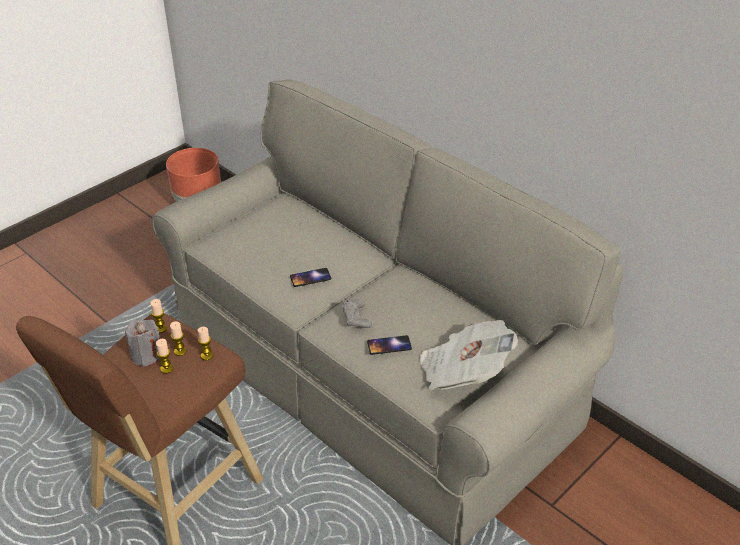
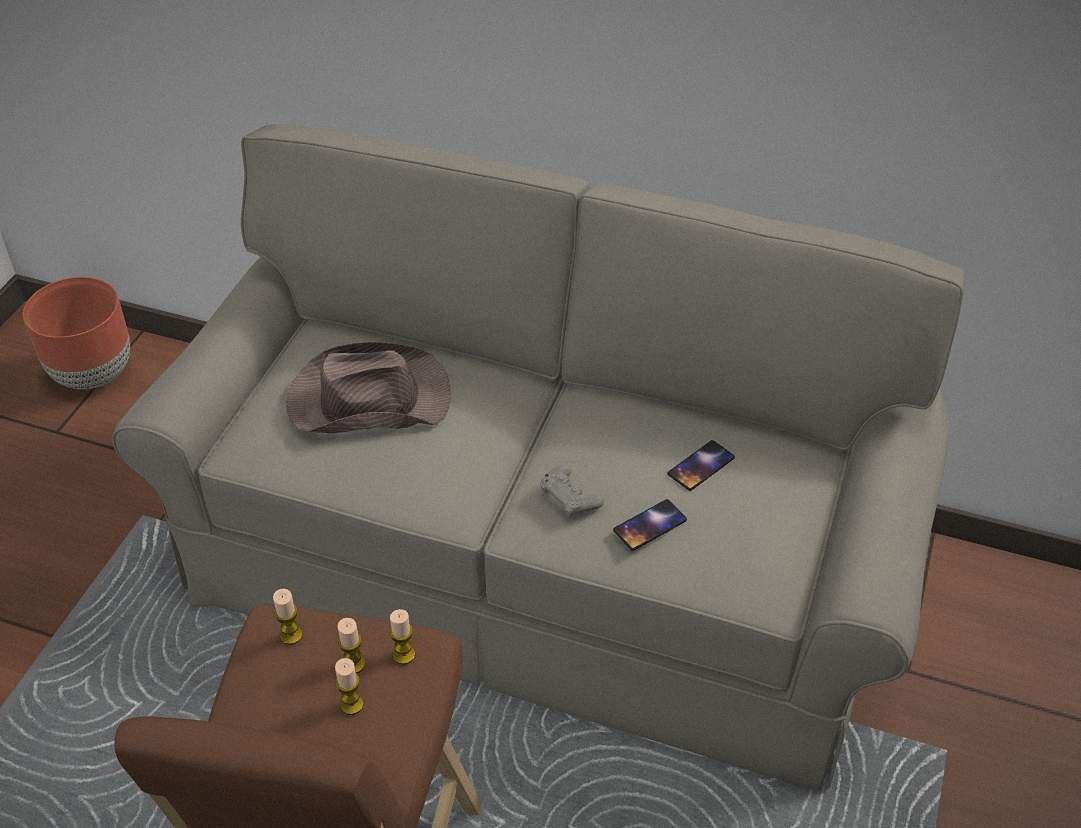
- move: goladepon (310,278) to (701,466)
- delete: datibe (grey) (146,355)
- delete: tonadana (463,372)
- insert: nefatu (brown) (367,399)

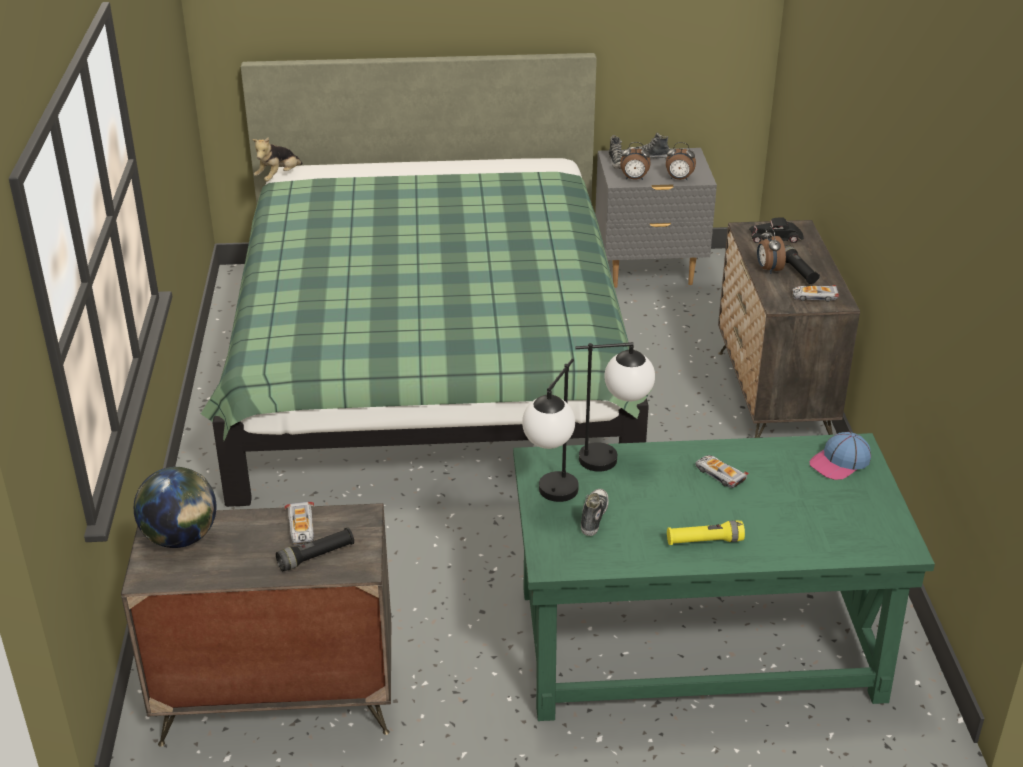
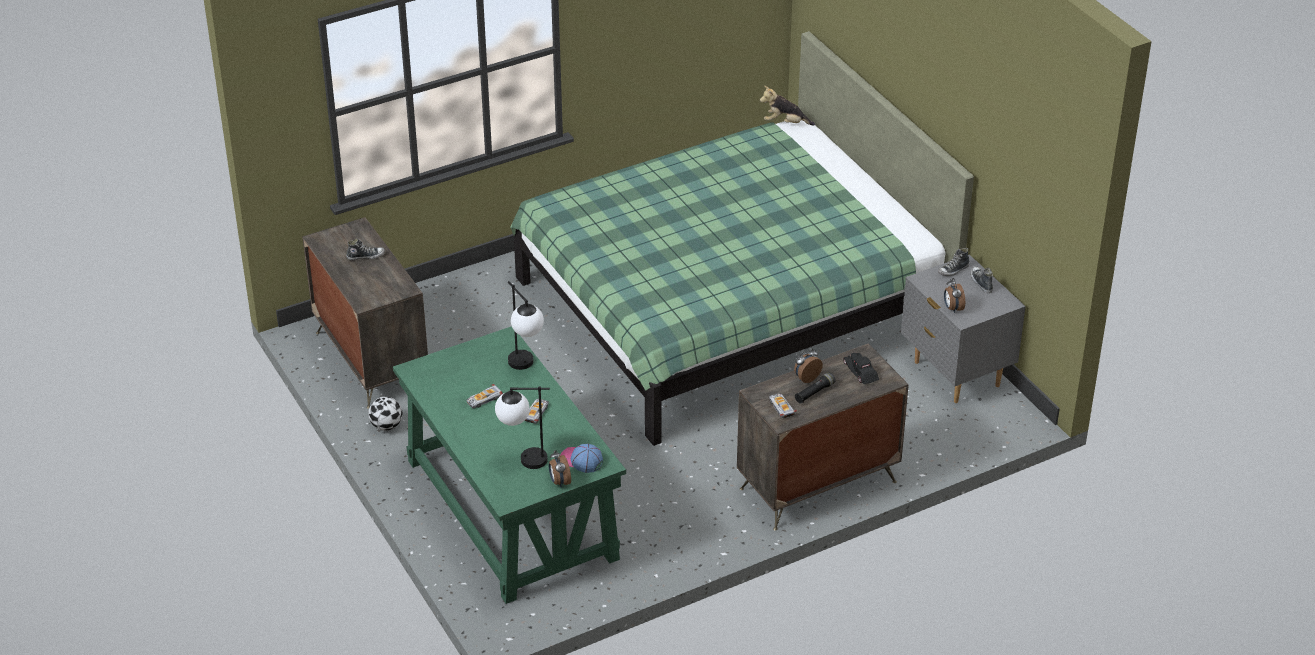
- move: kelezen (634,179) to (559,482)
- move: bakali (552,499) to (522,460)
- delete: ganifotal (181,538)
- move: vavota (593,516) to (366,256)
- move: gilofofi (301,528) to (484,399)
- delete: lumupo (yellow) (704,541)
- delete: lumupo (black) (316,556)
- insert: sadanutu (386,426)

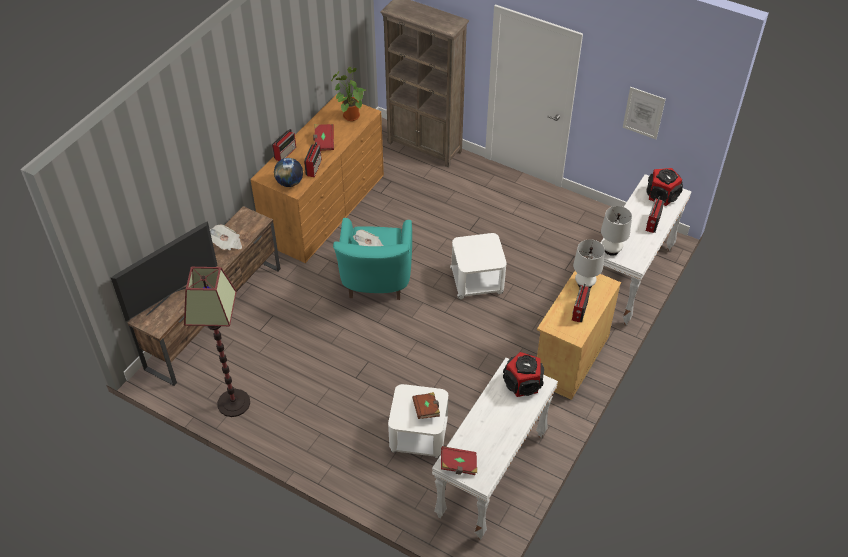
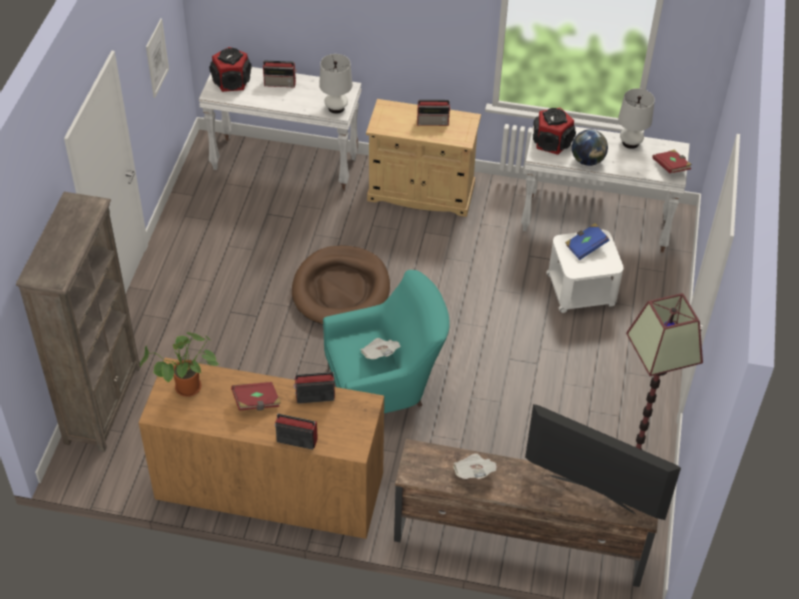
- move: ganifotal (289,183) to (587,160)
- replace: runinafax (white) (477,280) to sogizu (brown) (341,290)
- move: bakali (white) (584,284) to (630,142)
- recolor: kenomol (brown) (426,409) to kenomol (blue) (585,246)

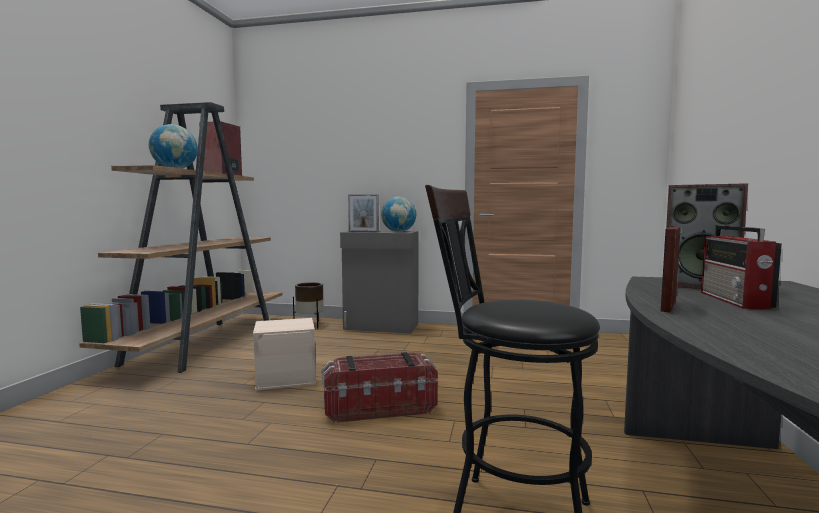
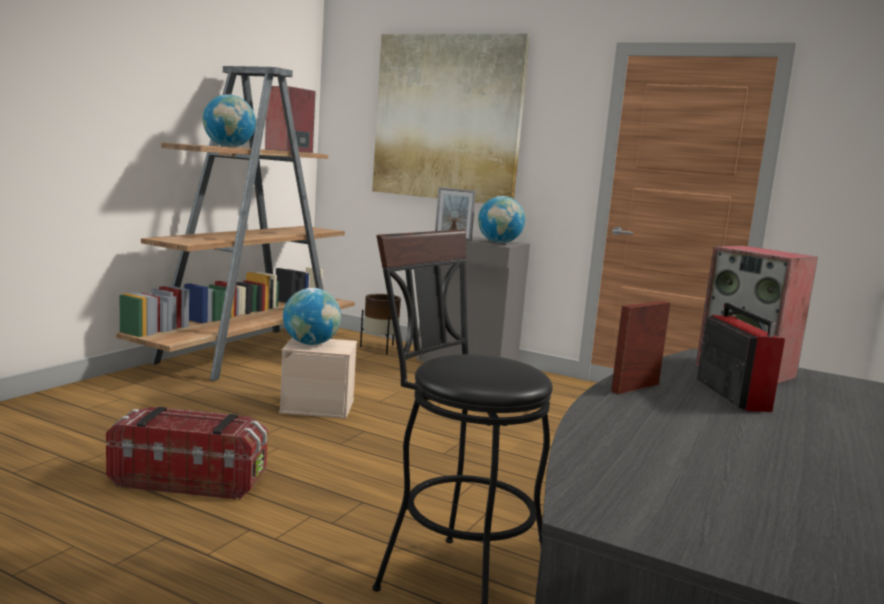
- rotate: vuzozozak (735,300) = (731,394) 150 degrees clockwise
- move: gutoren (379,408) to (190,480)
- insert: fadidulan (447,118)
- insert: ganifotal (311,343)

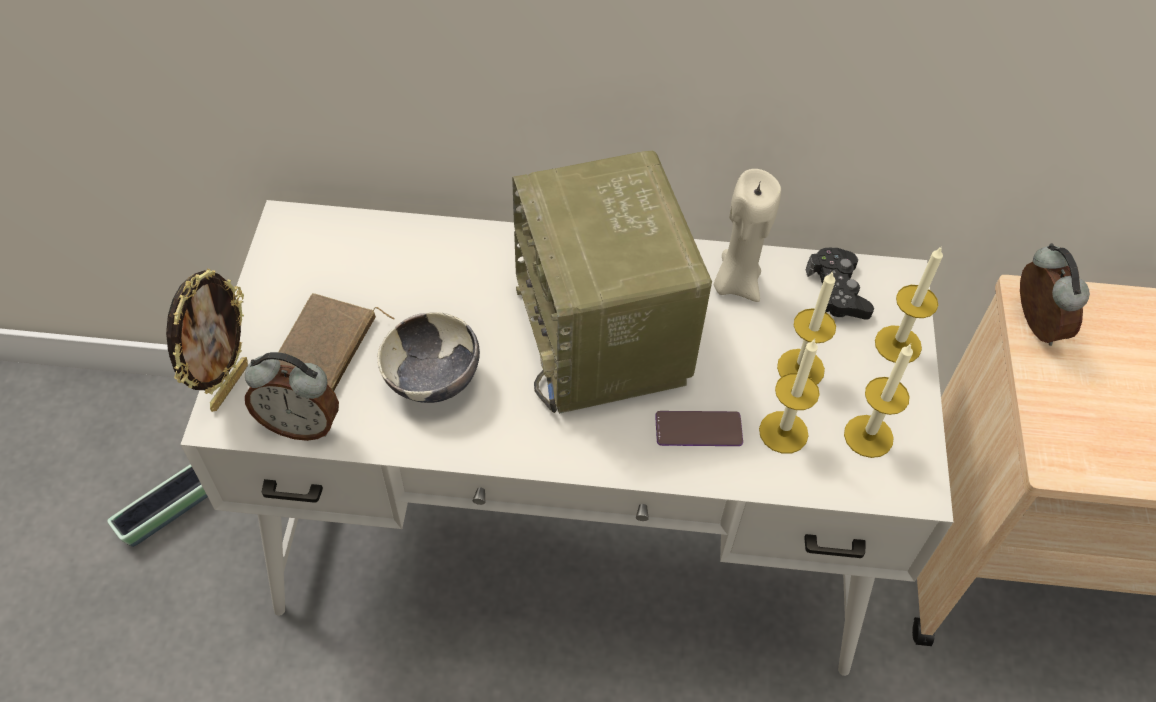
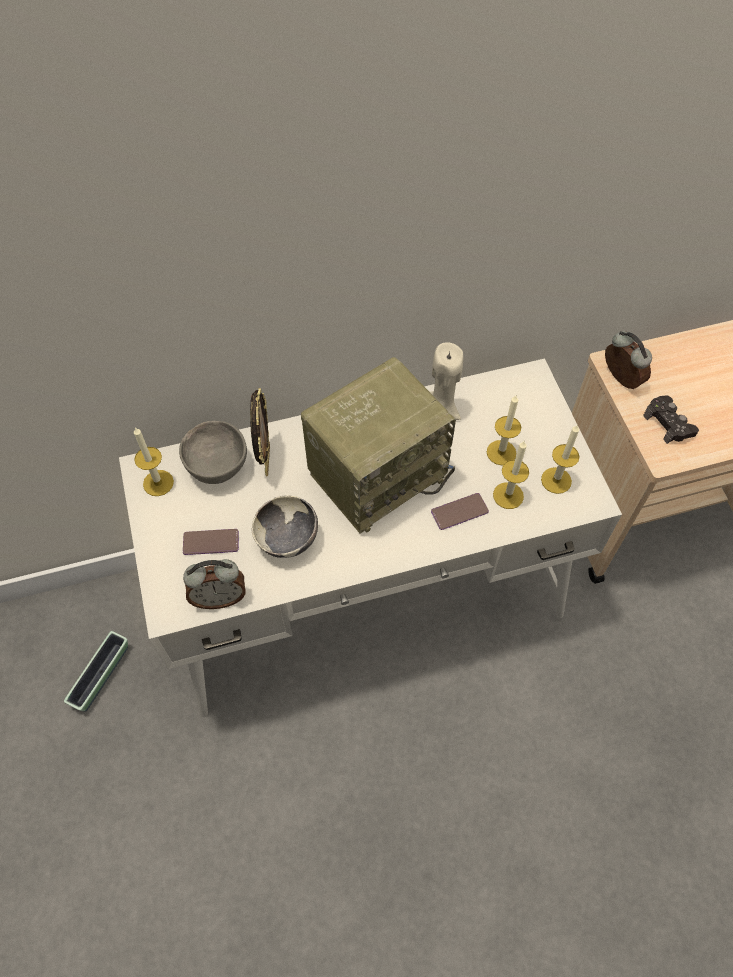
- rotate: vuzozozak (604,335) = (378,473) 90 degrees counterclockwise
- move: datibe (898,344) to (158,483)
- move: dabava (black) (837,291) to (668,423)
- move: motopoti (228,386) to (266,460)
- replace: kenomol (brown) (327,348) to goladepon (211,542)
- insert: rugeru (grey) (218,465)

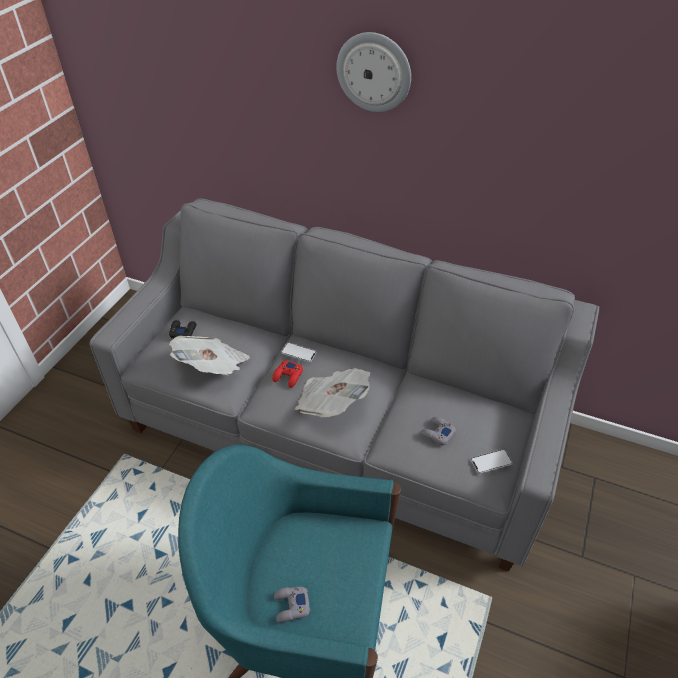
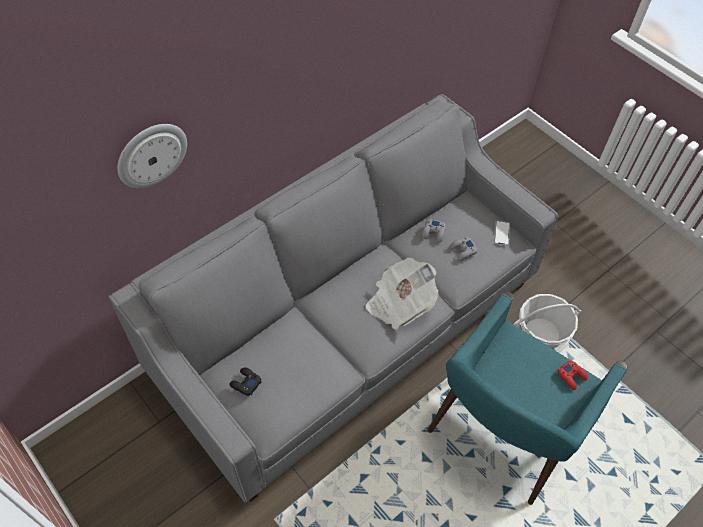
- move: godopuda (374,72) to (151,154)
- delete: tonadana (213,367)
- delete: goladepon (298,353)
- move: dabava (red) (288,376) to (571,376)
- move: dabava (grey) (291,606) to (433,233)
- insert: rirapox (541,334)

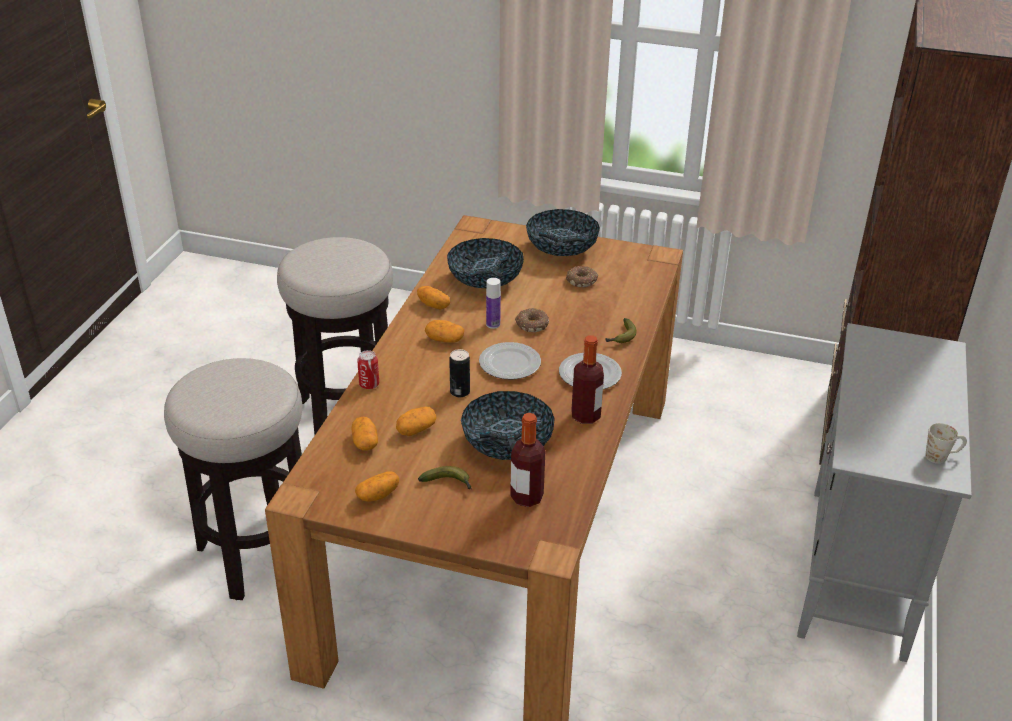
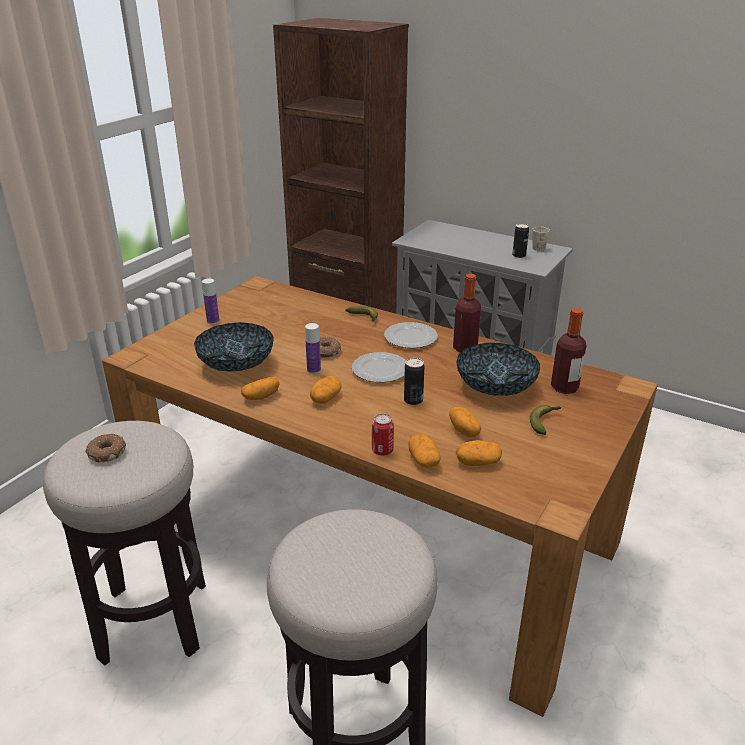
- replace: rugeru (561,249) to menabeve (213,321)
- move: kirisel (582,281) to (107,452)
- move: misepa (378,495) to (423,460)
- insert: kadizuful (519,255)

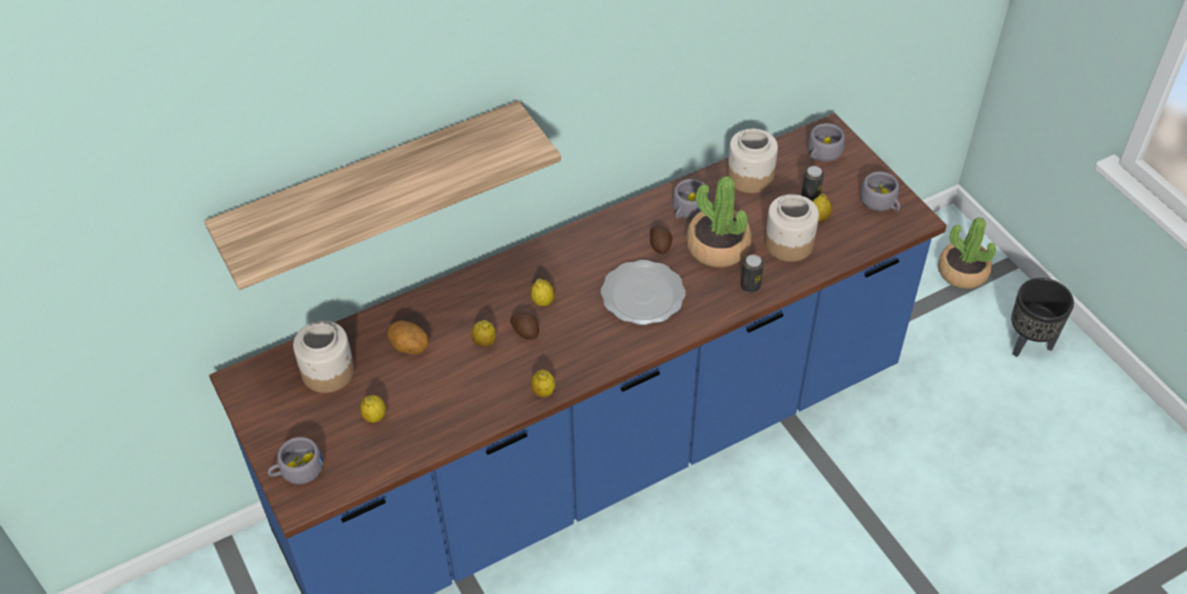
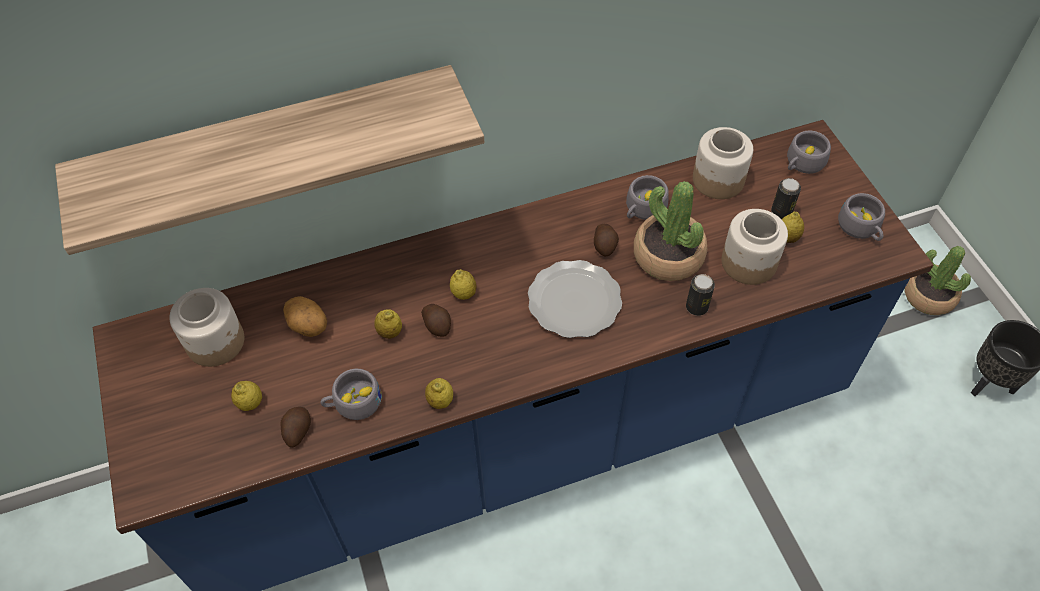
- move: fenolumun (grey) (297,470) to (353,403)
- insert: misepa (297,430)

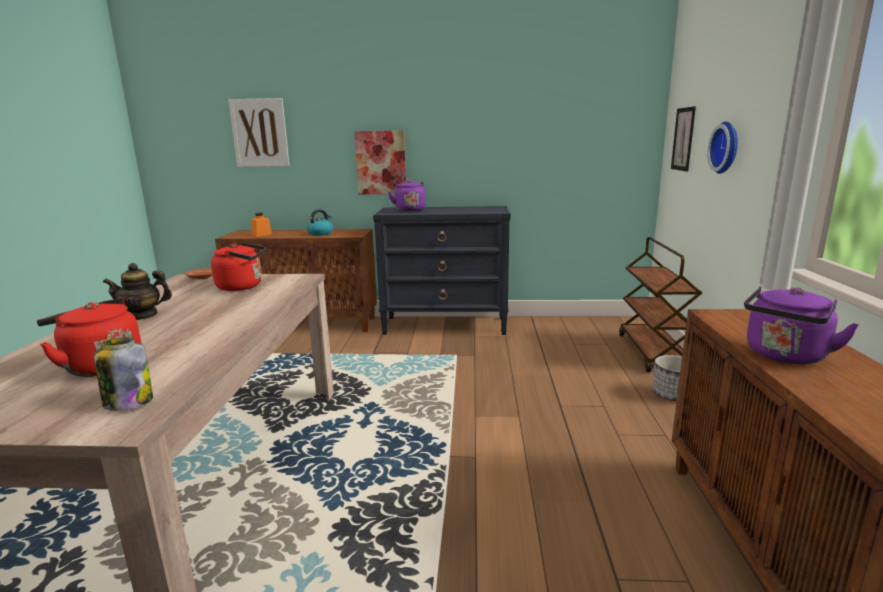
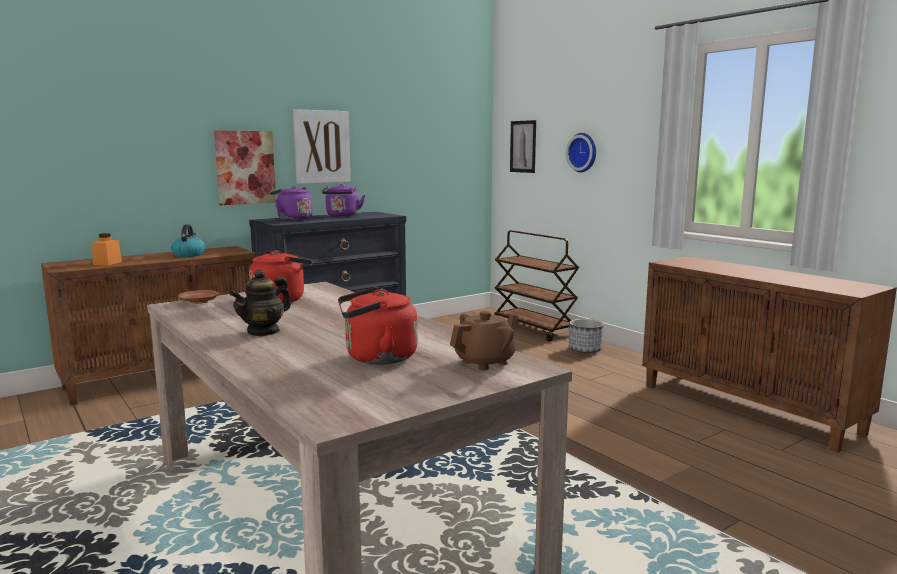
- move: fadidulan (259,133) to (322,147)
- move: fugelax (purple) (784,356) to (342,216)
- replace: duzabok (128,402) to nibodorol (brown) (485,362)

